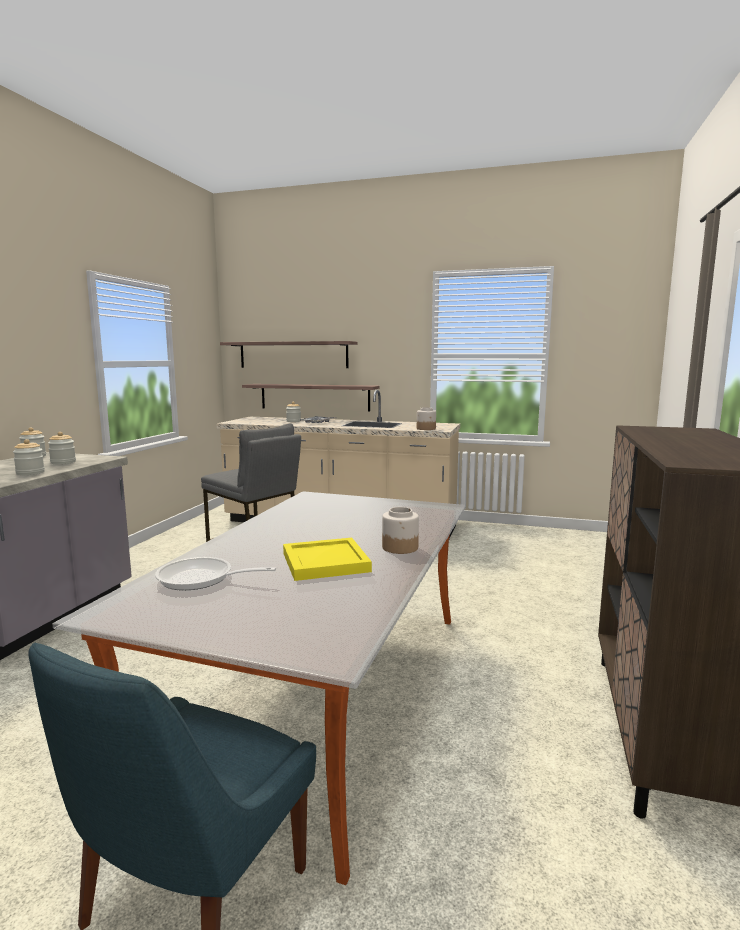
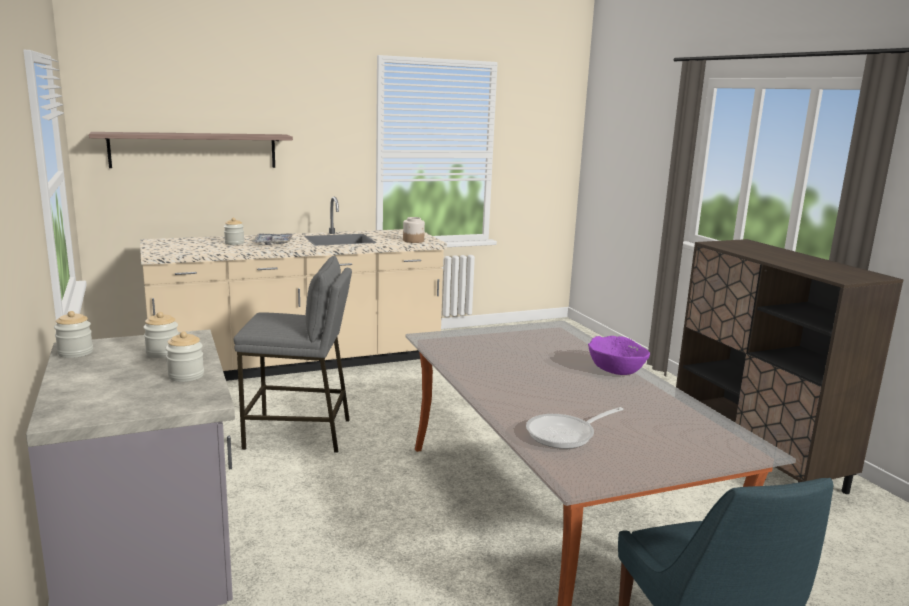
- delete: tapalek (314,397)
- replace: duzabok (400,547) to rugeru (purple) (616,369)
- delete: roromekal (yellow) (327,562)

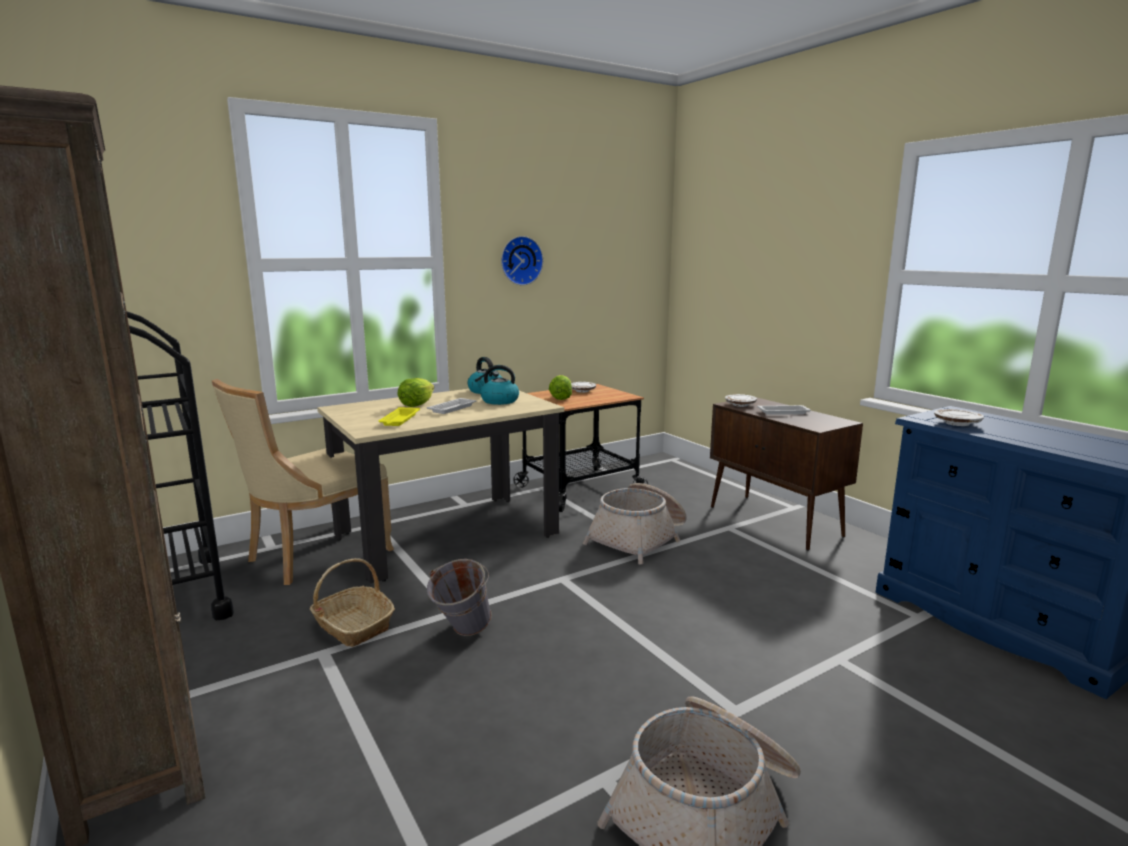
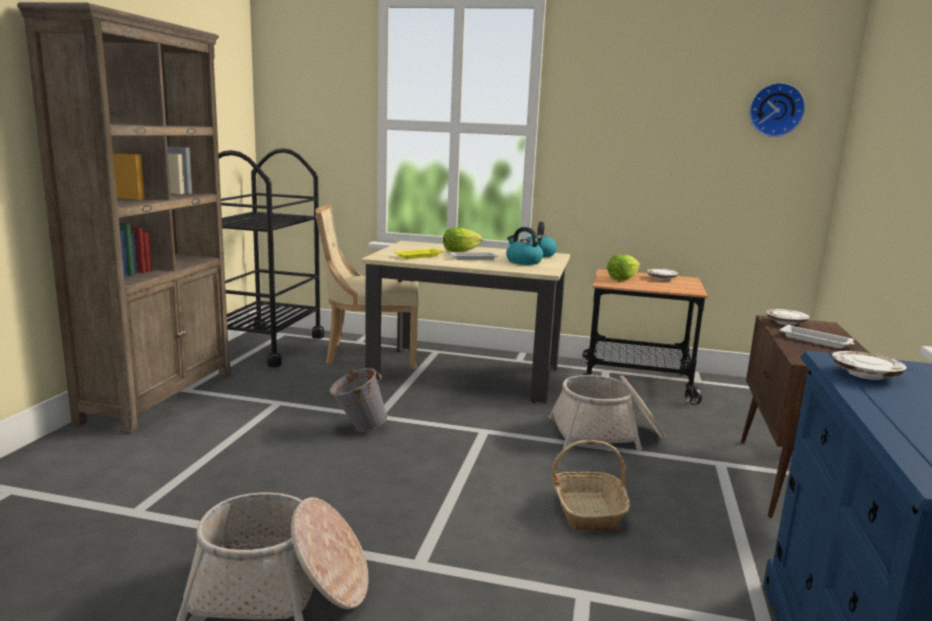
- move: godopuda (520,260) to (775,110)
- move: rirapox (352,626) to (588,510)

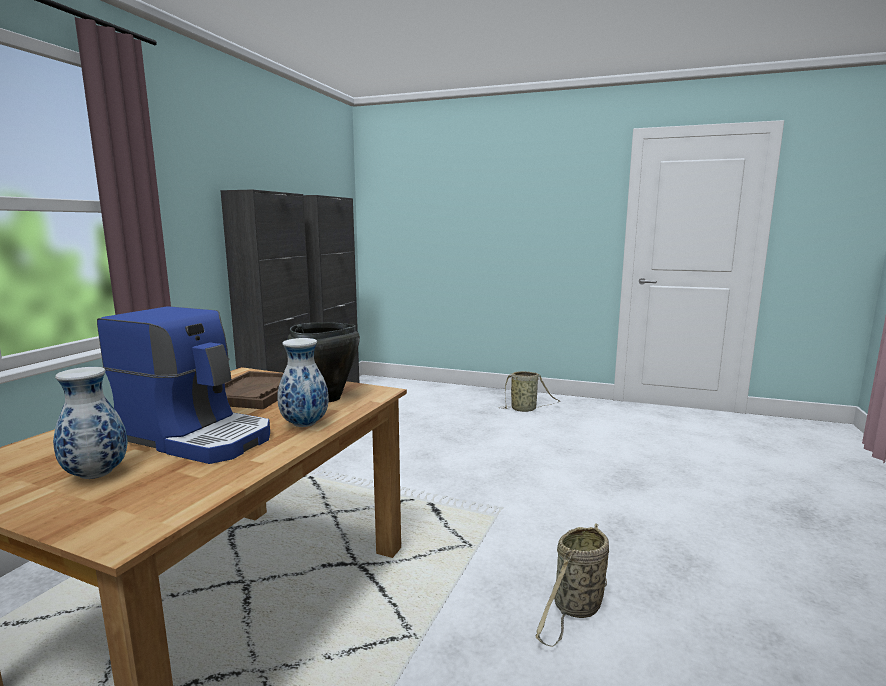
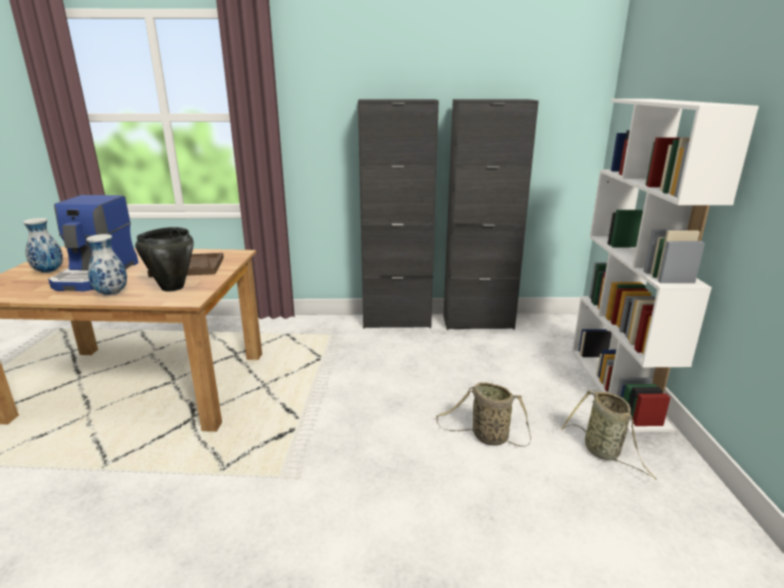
- move: rirapox (576,608) to (486,437)
- insert: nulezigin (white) (617,386)

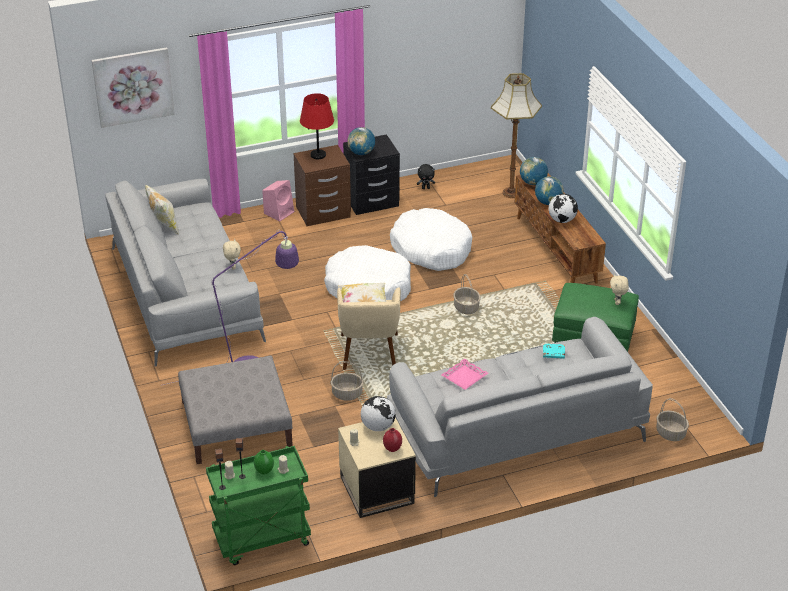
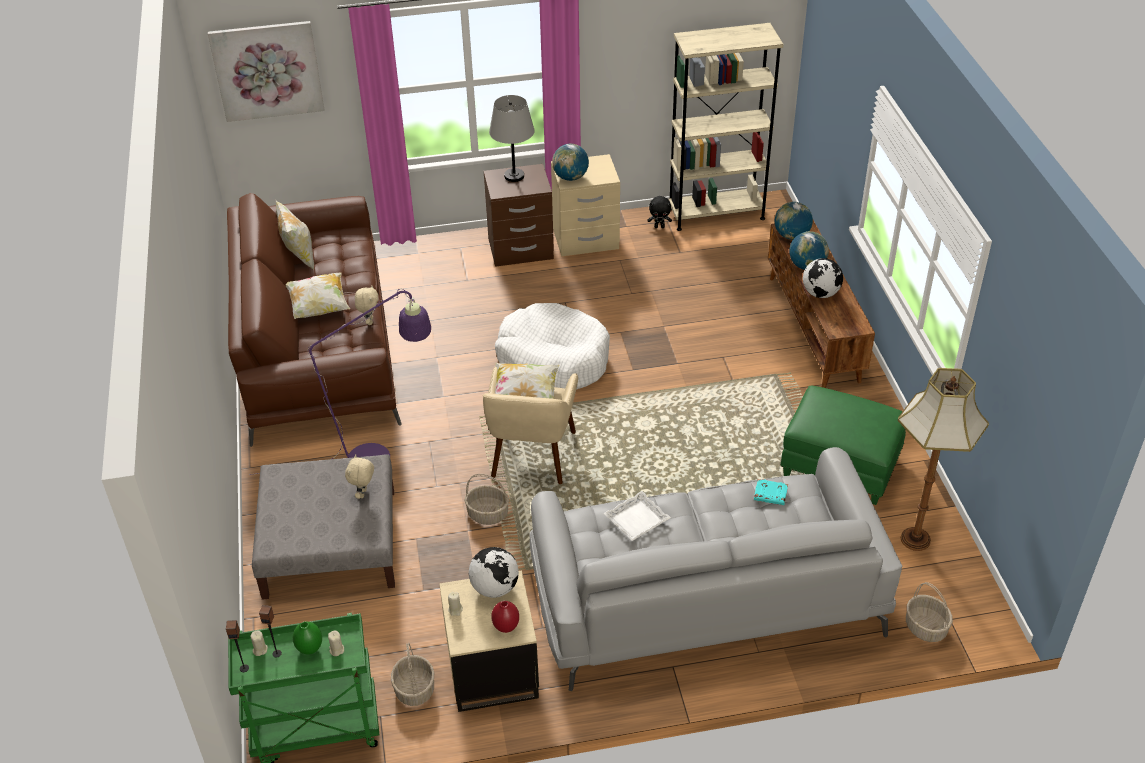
- move: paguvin (510,193) to (914,540)
- recolor: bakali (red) (318,155) to bakali (grey) (514,176)
- recolor: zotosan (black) (372,202) to zotosan (beige) (586,240)
- recolor: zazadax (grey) (185,292) to zazadax (brown) (318,344)
- delete: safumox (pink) (279,212)
- delete: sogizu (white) (431,249)
- move: rirapox (466,308) to (415,690)
- move: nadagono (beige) (617,302) to (363,493)
- recolor: roromekal (pink) (464,377) to roromekal (white) (636,519)
- insert: nulezigin (beige) (716,213)
- insert: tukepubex (318,307)

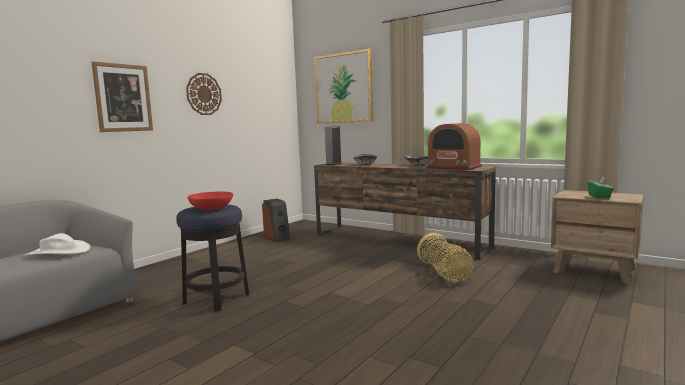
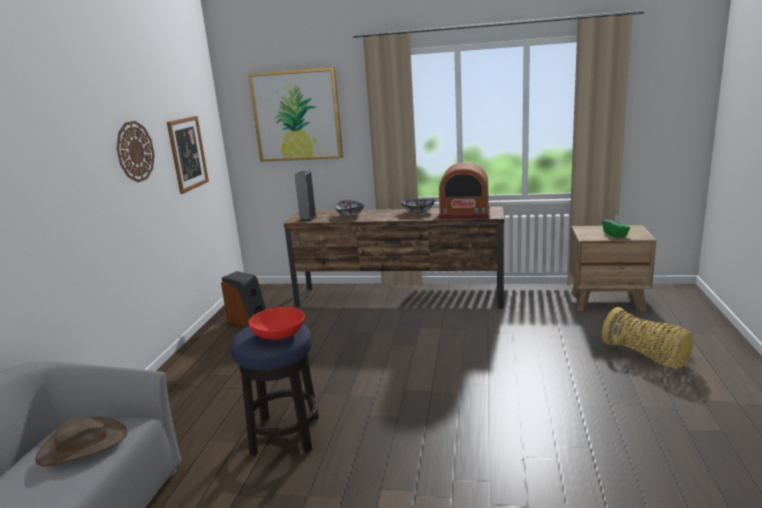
- move: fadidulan (123,98) to (187,153)
- recolor: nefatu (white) (58,252) to nefatu (brown) (82,445)
- move: rirapox (445,274) to (646,356)

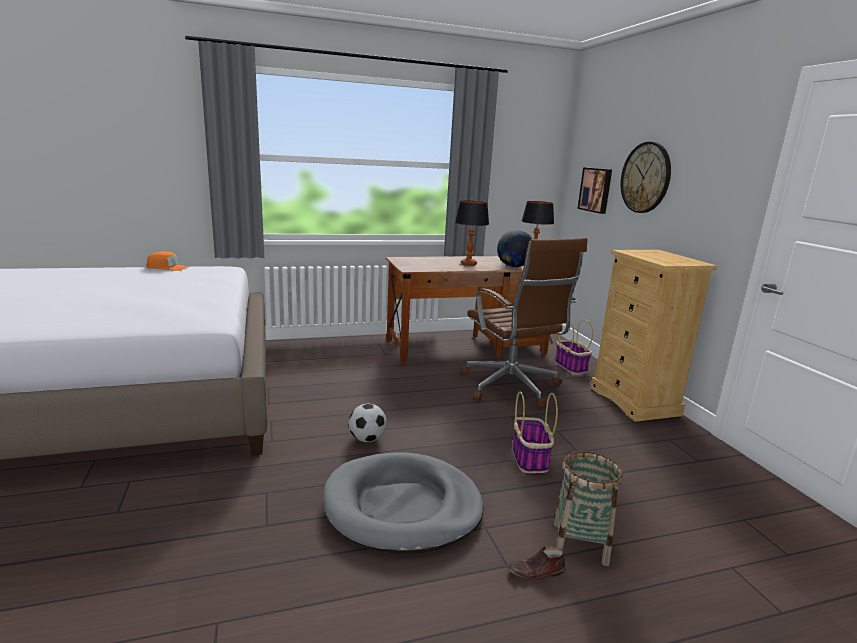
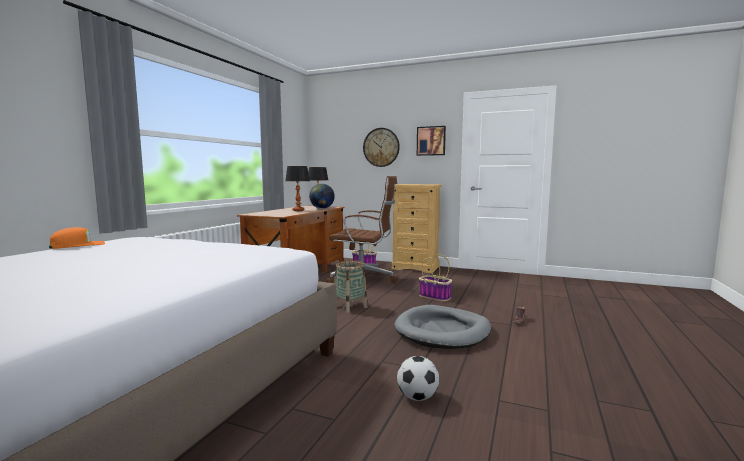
- move: fadidulan (596,190) to (431,141)
- move: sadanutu (367,439) to (417,397)
- move: rirapox (579,543) to (350,307)

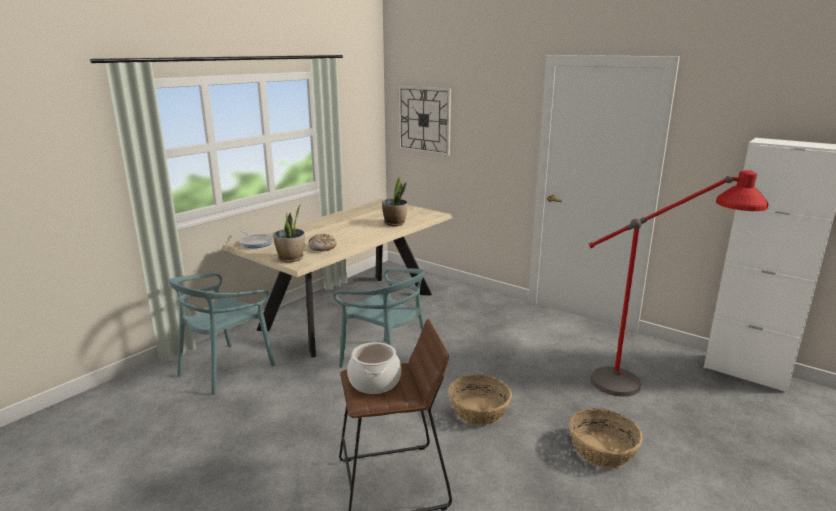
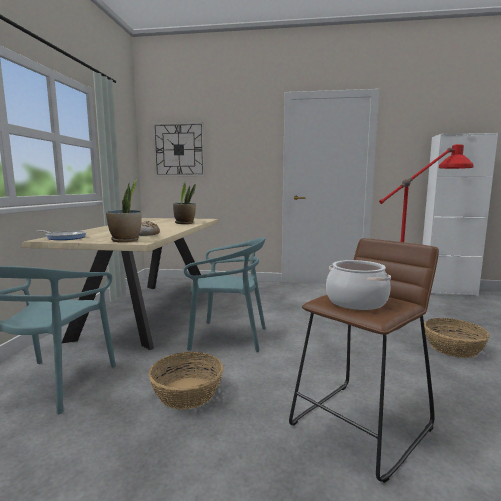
- move: rirapox (478,411) to (187,393)

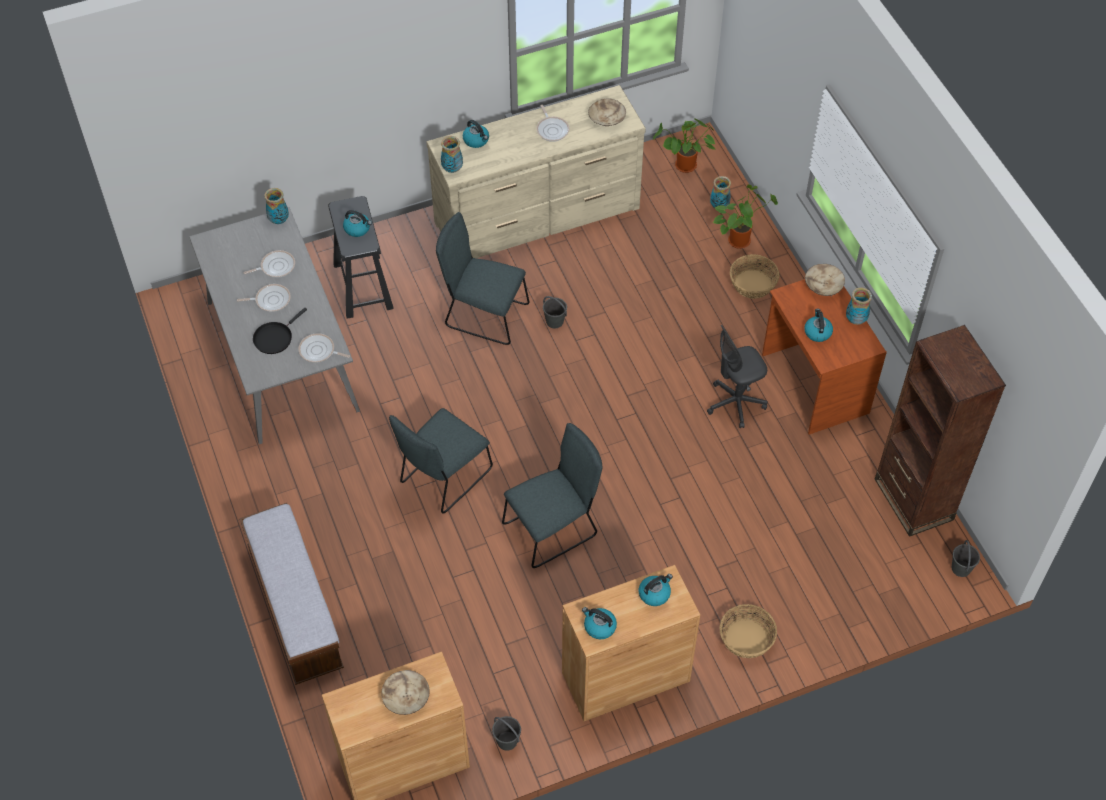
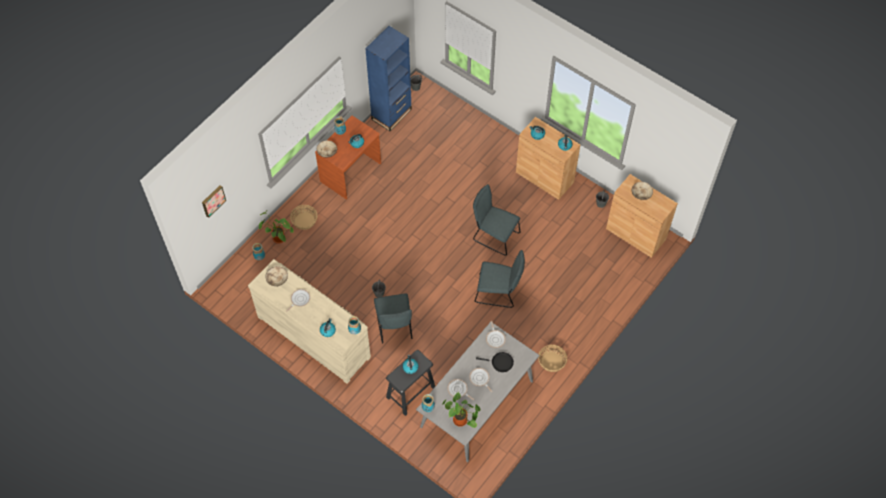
- move: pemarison (684,167) to (462,420)
- delete: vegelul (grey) (735,403)
- recolor: nulezigin (brown) (913,499) to nulezigin (blue) (391,114)
- delete: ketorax (295,608)
- move: rirapox (746,639) to (552,361)
- insert: fadidulan (213,200)

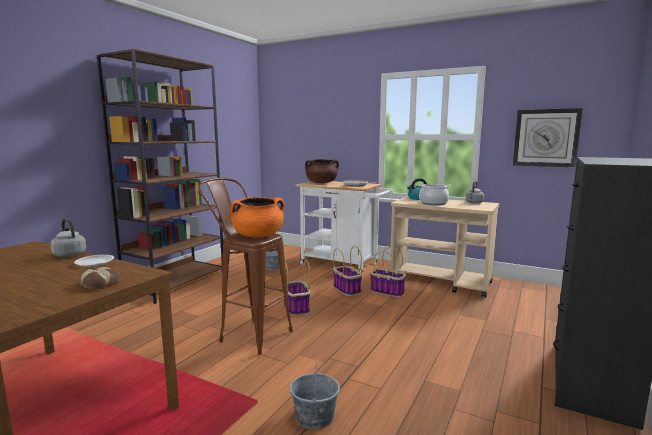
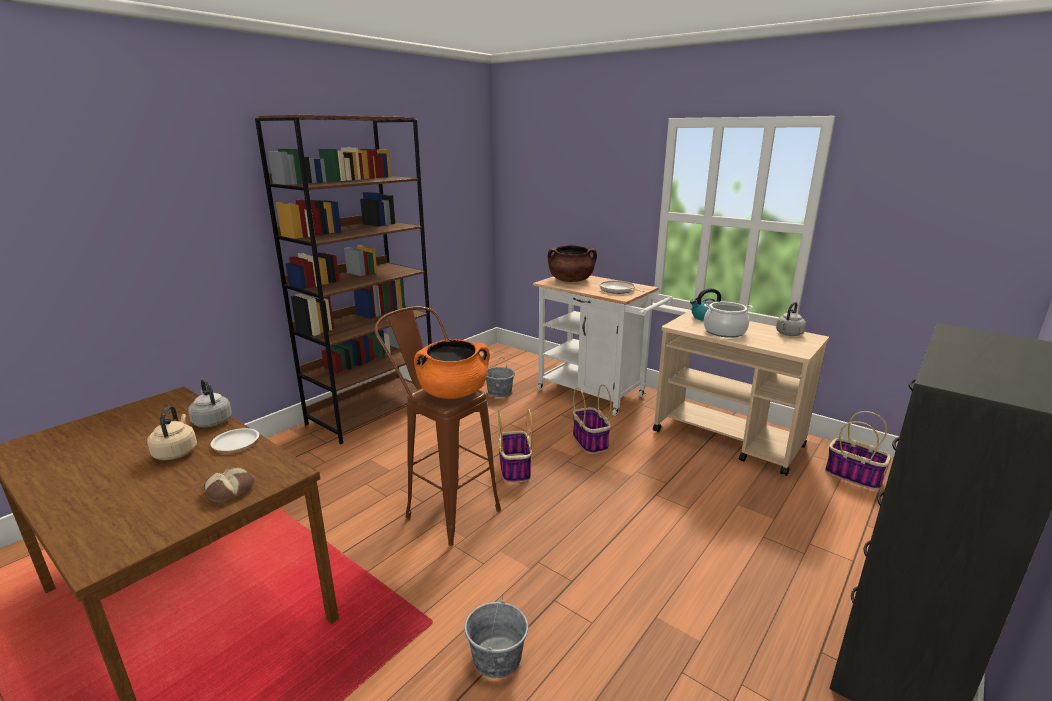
- delete: godopuda (546,138)
- move: rirapox (388,292) to (854,476)
- insert: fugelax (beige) (176,452)

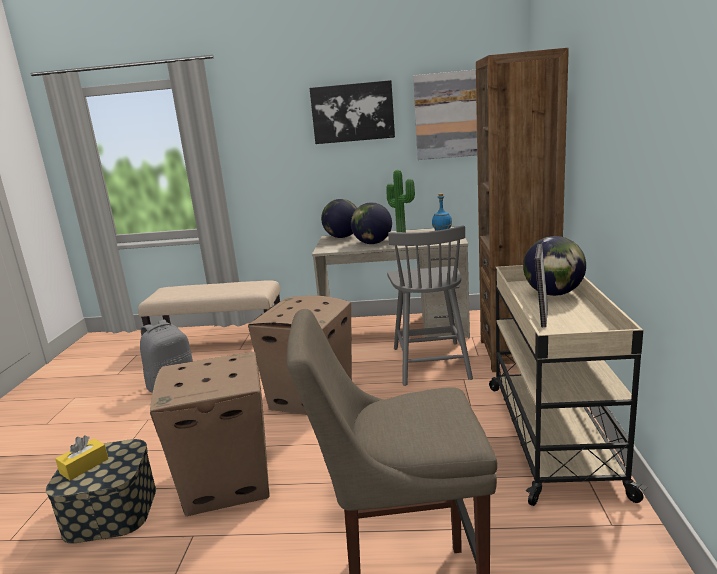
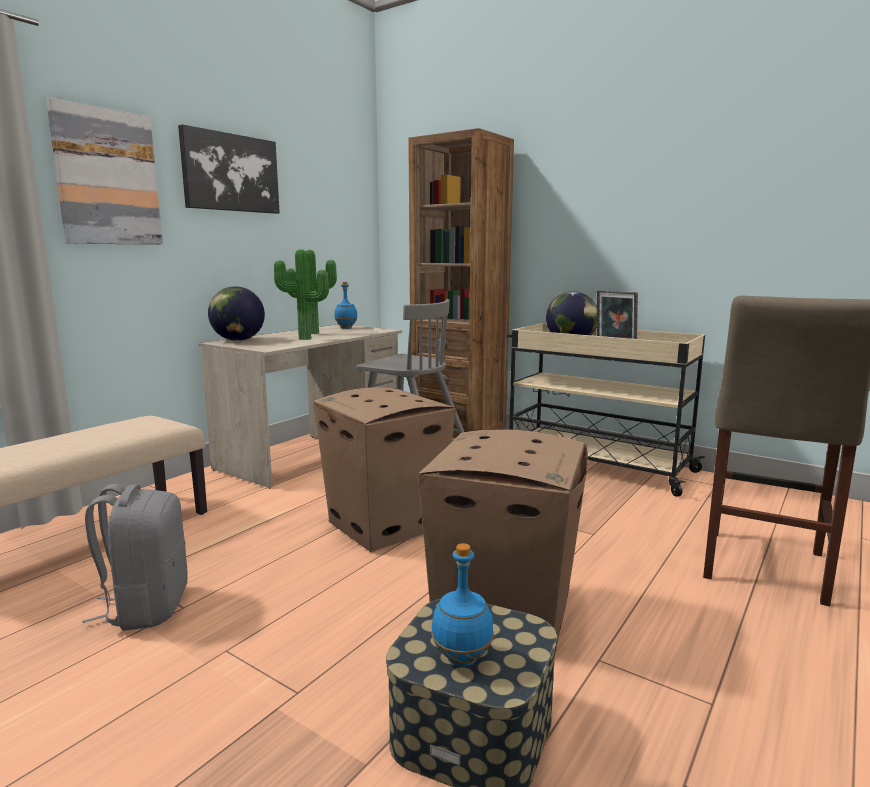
- move: fadidulan (445,115) to (107,178)
- replace: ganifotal (372,243) to pemarison (304,339)
- replace: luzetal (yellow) (84,466) to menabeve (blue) (461,658)

